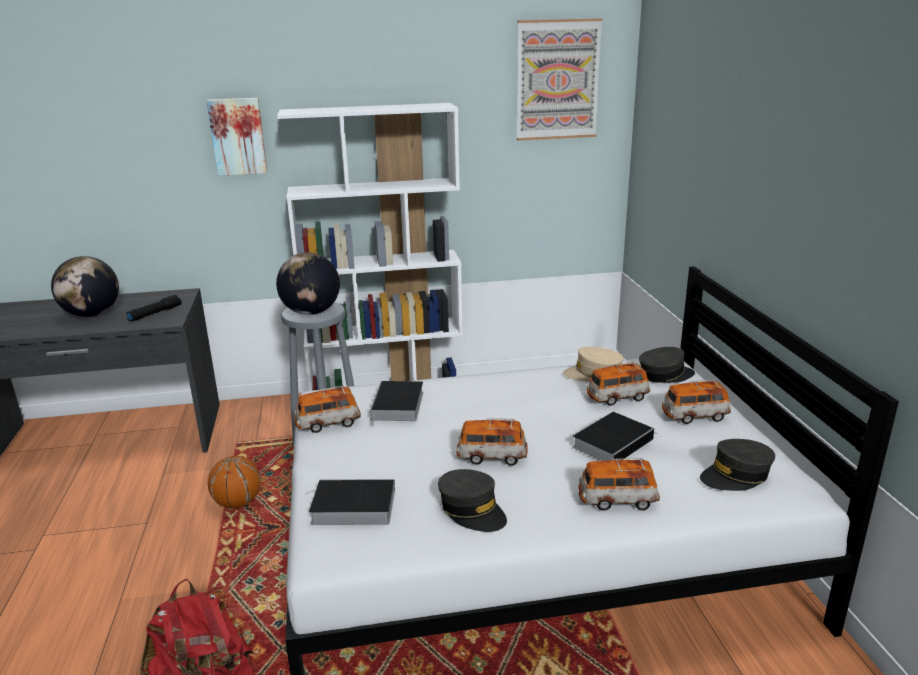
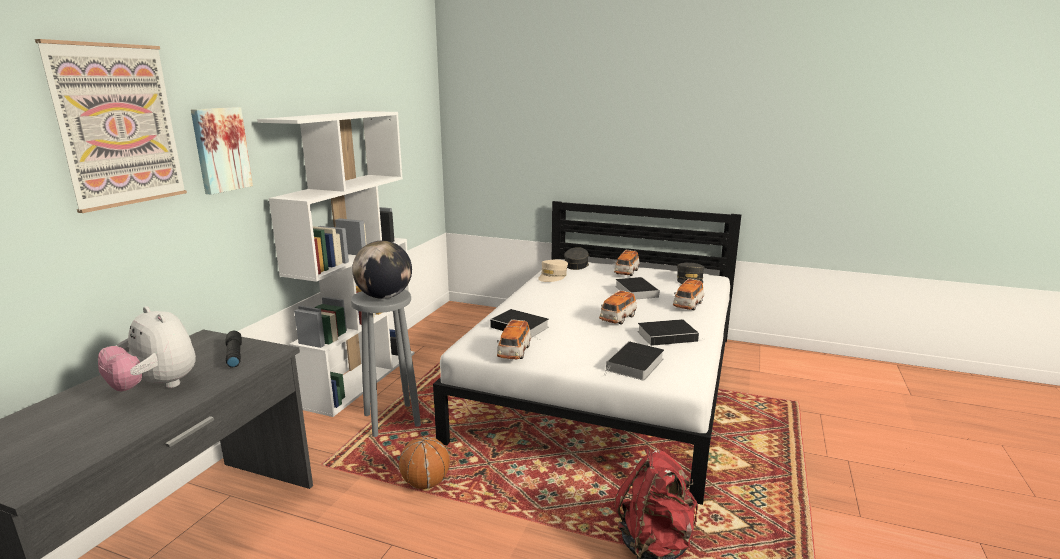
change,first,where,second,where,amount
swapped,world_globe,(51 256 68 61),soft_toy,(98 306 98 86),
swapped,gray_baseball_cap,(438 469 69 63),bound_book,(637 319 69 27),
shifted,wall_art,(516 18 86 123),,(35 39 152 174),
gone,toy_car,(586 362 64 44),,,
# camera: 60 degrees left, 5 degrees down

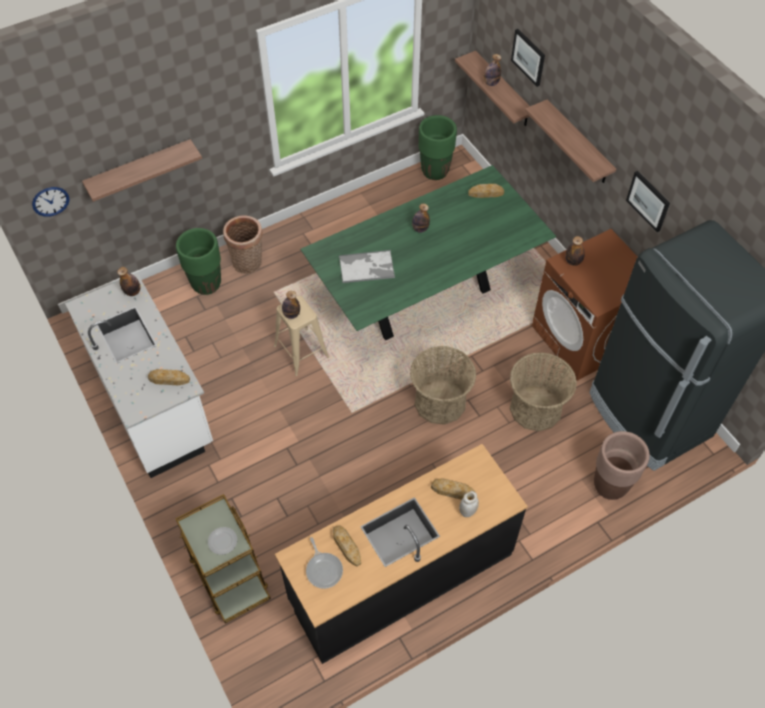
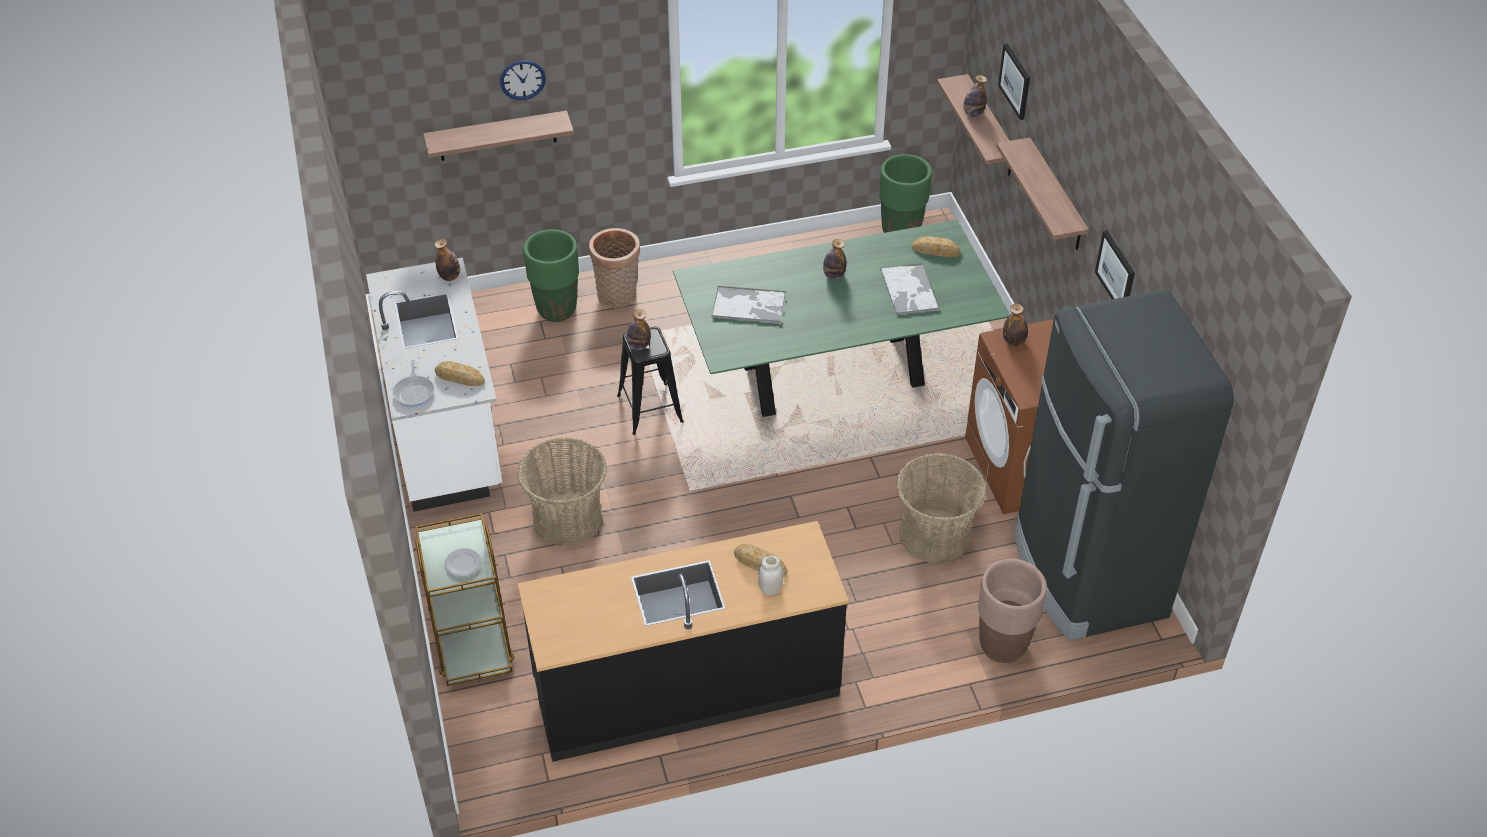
change,first,where,second,where,amount
shifted,hanging_clock,(32 187 38 30),,(500 60 46 40),
repainted,beige_stool_seat,(274 295 55 81),blackish_stool_seat,(617 327 67 108),
shifted,skillet,(306 537 37 52),,(393 360 41 47),
gone,baked_bread,(333 525 28 42),,,
shifted,basket,(410 346 66 79),,(517 437 90 109),
new,,,serving_tray,(880 263 60 52),
# camera: 15 degrees right, 10 degrees down

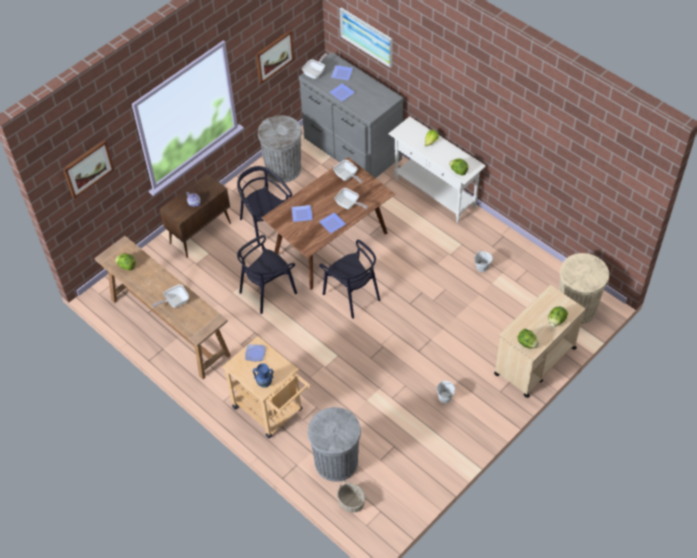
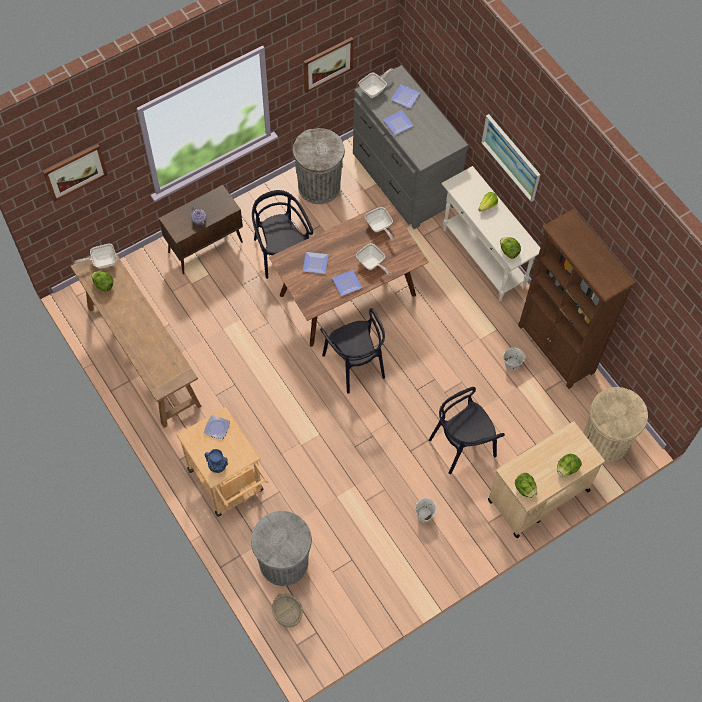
change,first,where,second,where,amount
shifted,skillet,(152 285 37 23),,(74 243 43 25),
shifted,blackish_chair,(237 235 60 79),,(429 387 76 87),
shifted,wall_art,(339 7 53 61),,(481 114 59 88),
new,,,brown-coloured_bookshelf,(518 209 118 180),
# camera: 10 degrees right, 10 degrees up

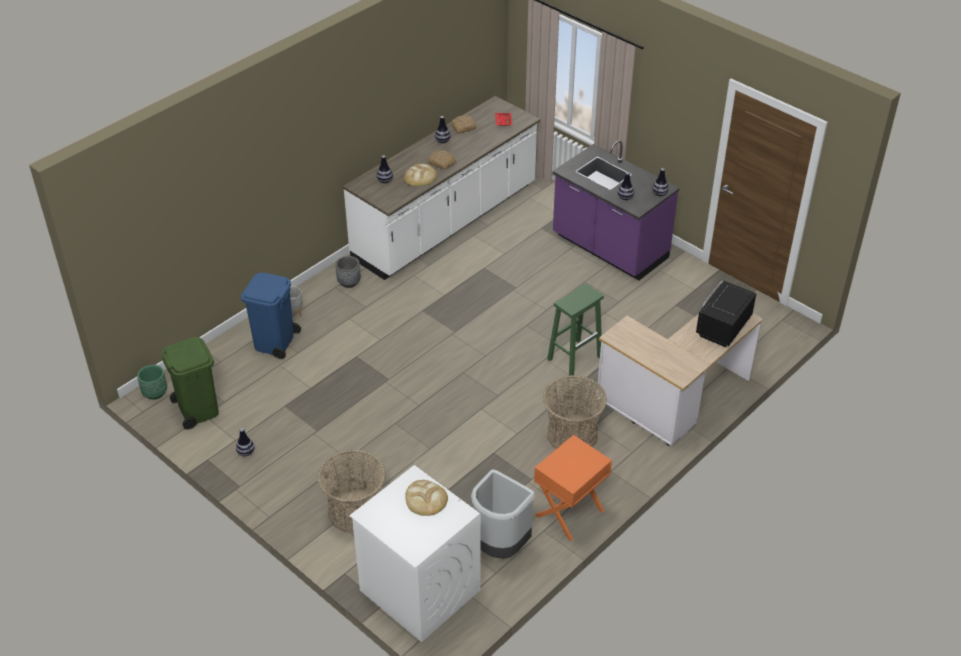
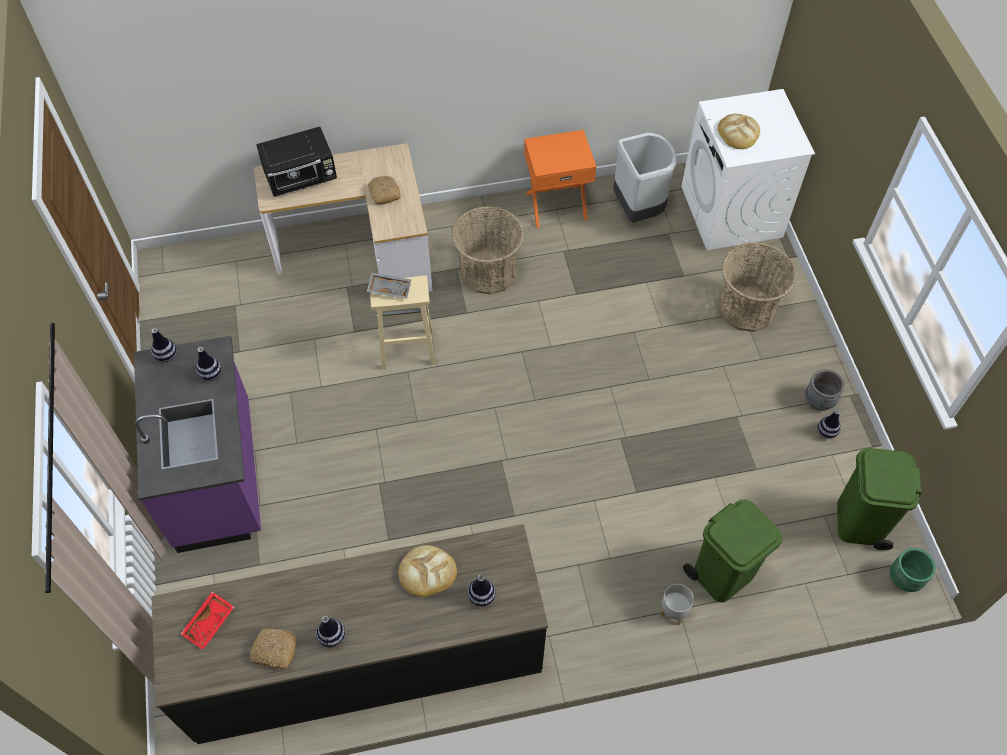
change,first,where,second,where,amount
repainted,bluish_rubbish_bin,(241 273 60 86),green-coloured_rubbish_bin,(683 500 99 103),
shifted,gray_flower_pot,(335 256 26 32),,(805 369 40 41),
repainted,whitish_kitchen_base_unit,(343 96 198 184),blackish_kitchen_base_unit,(151 524 397 220),
shifted,baked_bread,(428 150 28 20),,(368 176 32 29),
repainted,green-coloured_stool_seat,(547 283 57 92),beige_stool_seat,(370 275 66 95),
new,,,gray_serving_tray,(367 272 44 27),
# camera: 145 degrees left, 15 degrees up

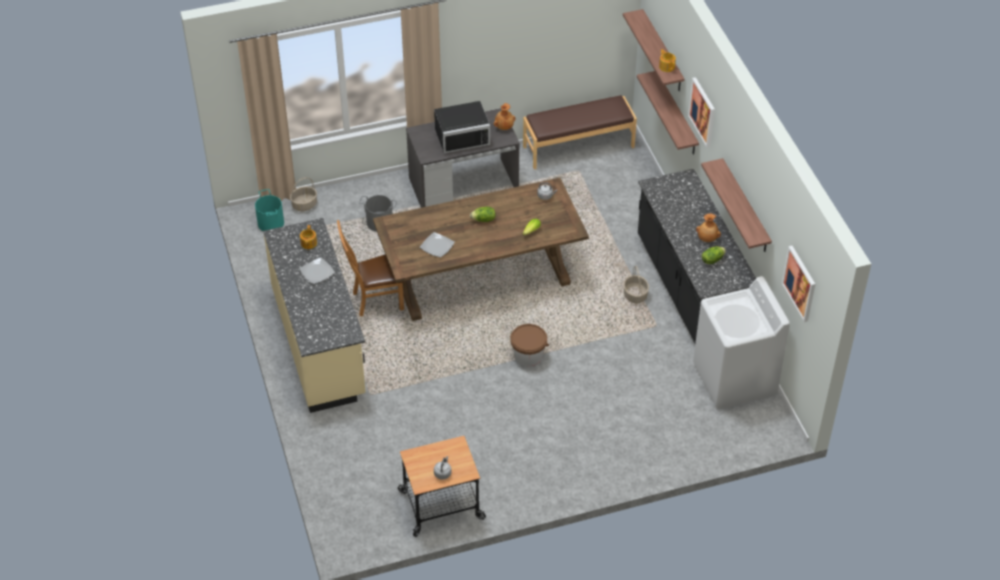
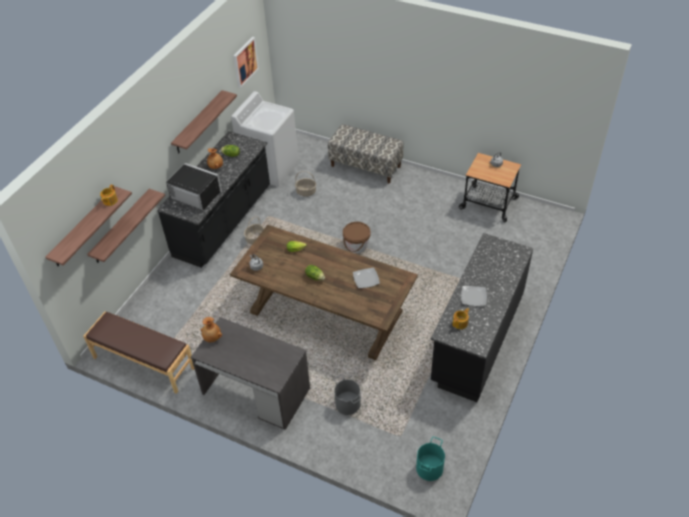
change,first,where,second,where,amount
repainted,beige_kitchen_base_unit,(263 218 103 195),blackish_kitchen_base_unit,(431 233 103 169),
shifted,basket,(290 177 27 34),,(295 171 21 26),
gone,brown-coloured_chair,(337 220 67 97),,,
shifted,blackish_microwave,(434 101 56 52),,(166 163 56 52),
gone,wall_art,(688 77 27 71),,,
new,,,bench,(328 124 76 59),
# camera: 135 degrees left, 0 degrees up

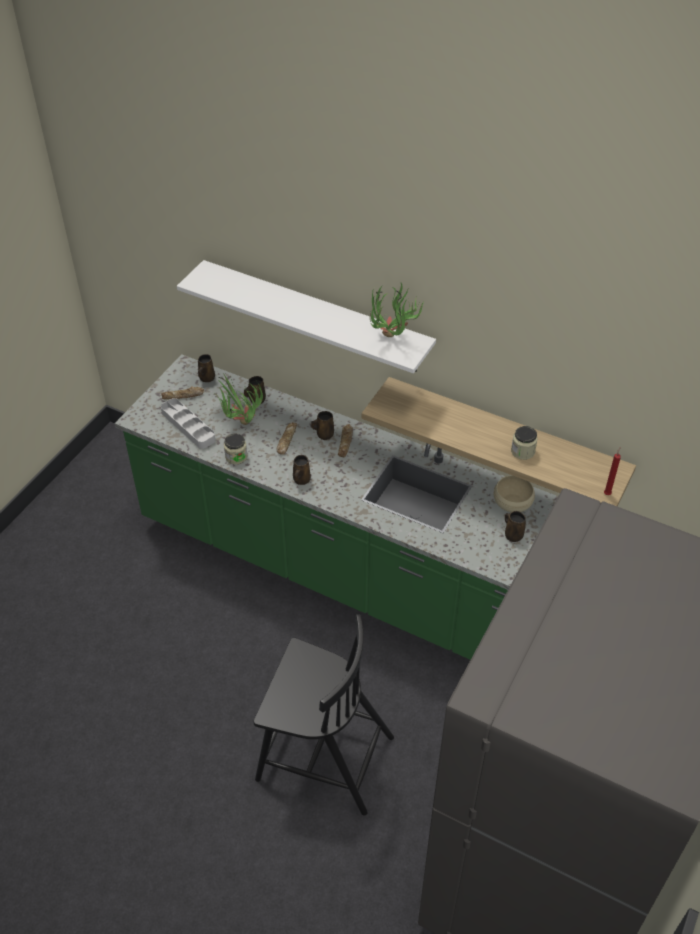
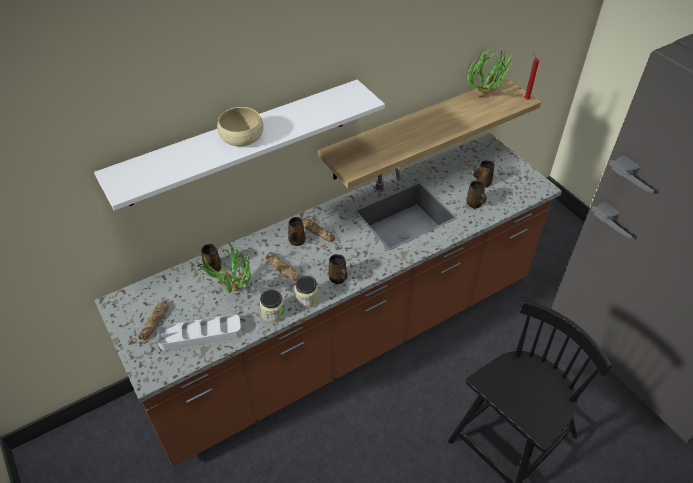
change,first,where,second,where,amount
repainted,green-coloured_kitchen_base_unit,(115 354 443 306),brown-coloured_kitchen_base_unit,(94 133 468 334),
shifted,brown-coloured_mug,(198 354 17 28),,(466 181 20 27),
shifted,houseplant,(370 283 55 54),,(467 45 49 52),
shifted,beige_deep_dish,(494 475 41 37),,(217 107 47 39),
shifted,preserve_jar,(511 426 27 34),,(294 276 25 32),
# camera: 60 degrees left, 0 degrees up

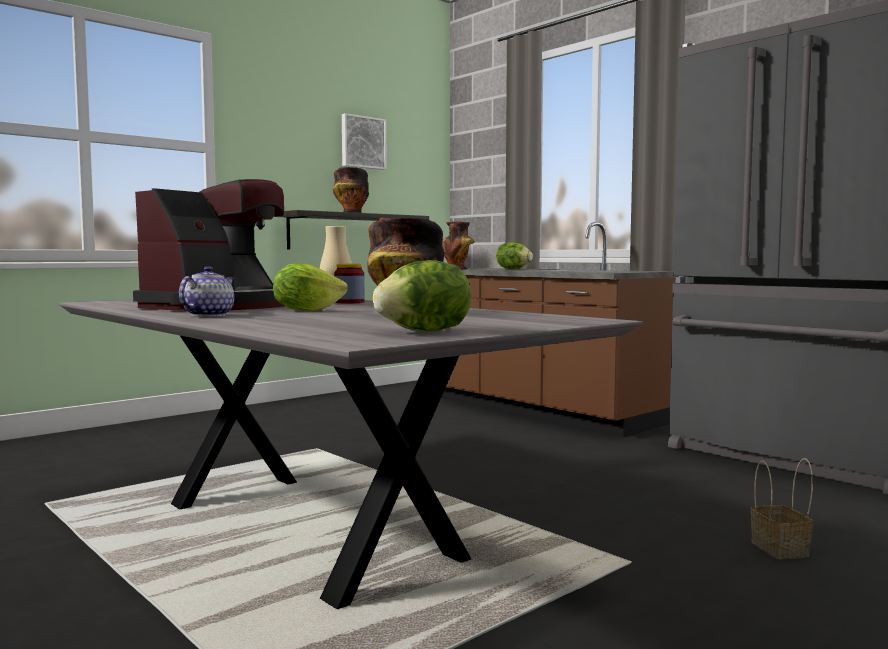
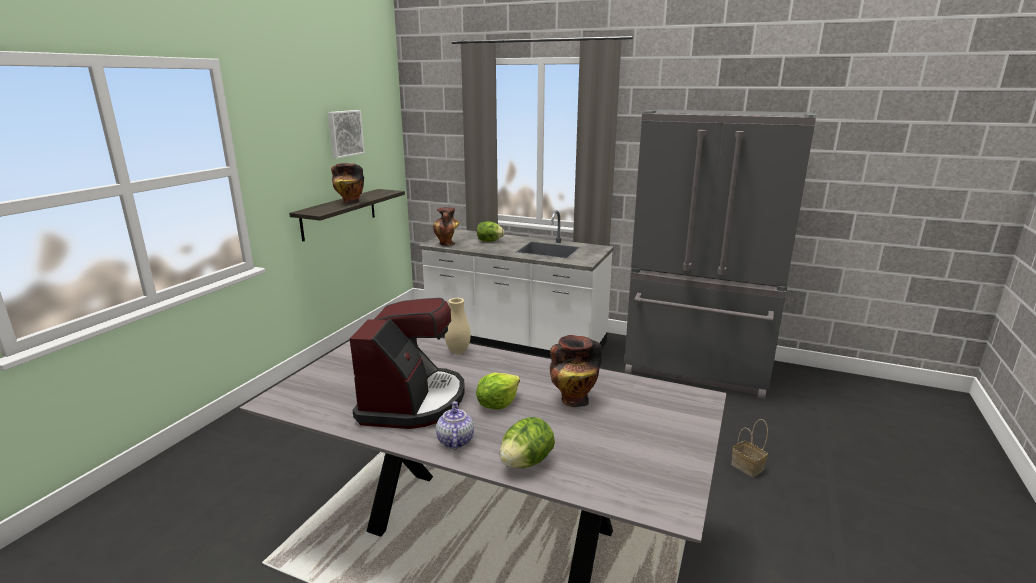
change,first,where,second,where,amount
gone,preserve_jar,(334 264 31 39),,,
shifted,lettuce_head,(373 260 98 72),,(500 417 55 51),
repainted,brown-coloured_kitchen_base_unit,(441 222 238 215),whitish_kitchen_base_unit,(418 211 196 146),
# camera: 25 degrees left, 15 degrees up

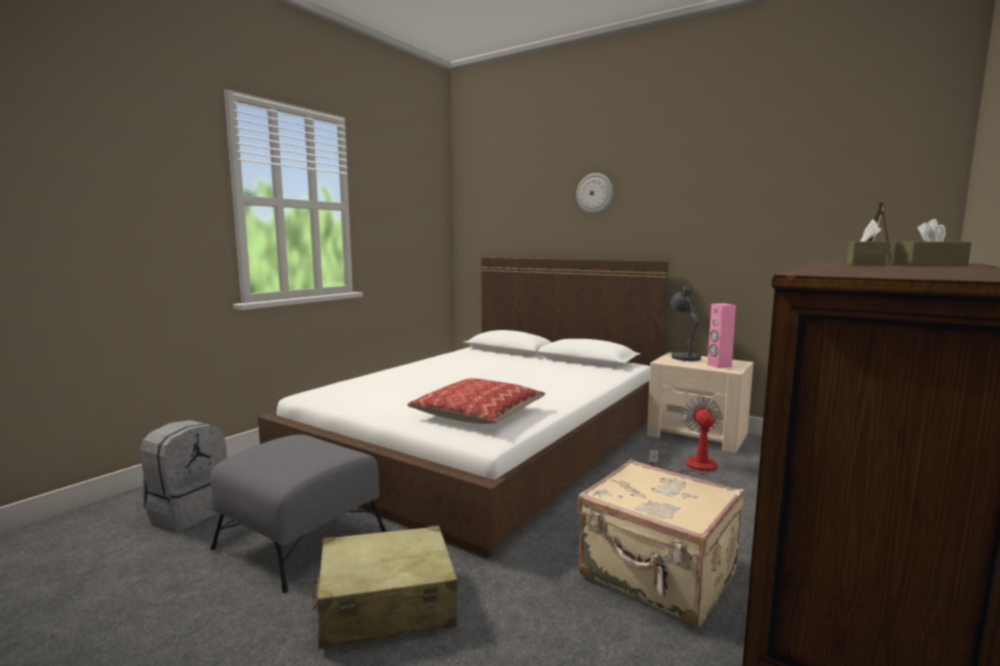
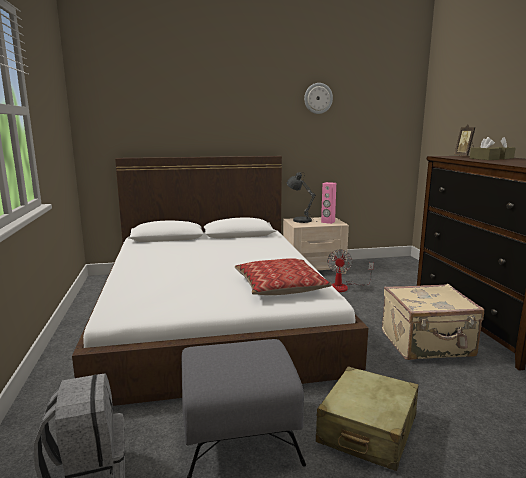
change,first,where,second,where,amount
shifted,hanging_clock,(576 173 37 41),,(304 83 29 31),
rotated,cooling_fan,(649 396 72 81),,(327 249 47 43),135 degrees counterclockwise
# camera: 45 degrees left, 5 degrees up

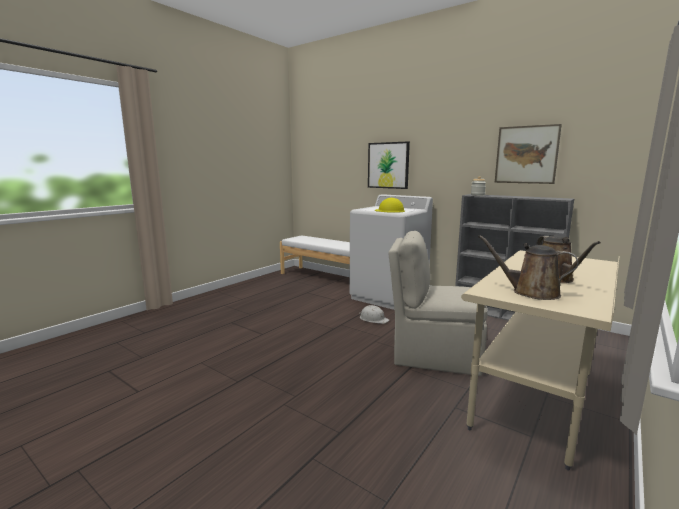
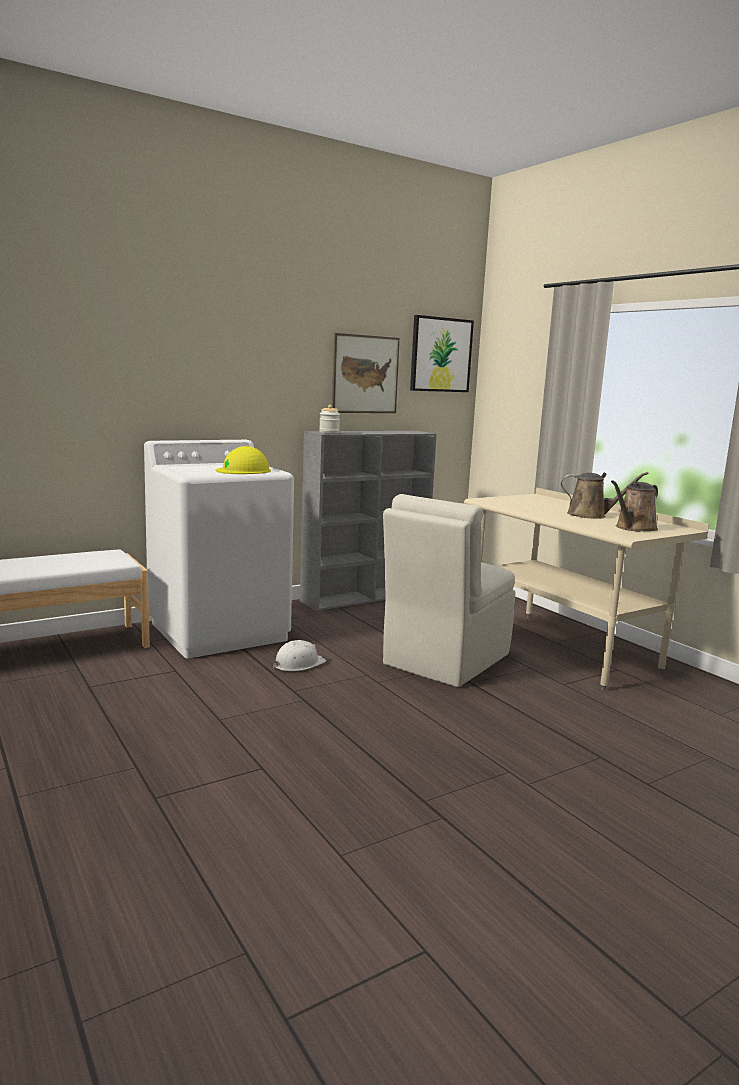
change,first,where,second,where,amount
shifted,wall_art,(368 141 42 48),,(410 315 64 77),
# camera: 70 degrees left, 0 degrees up

